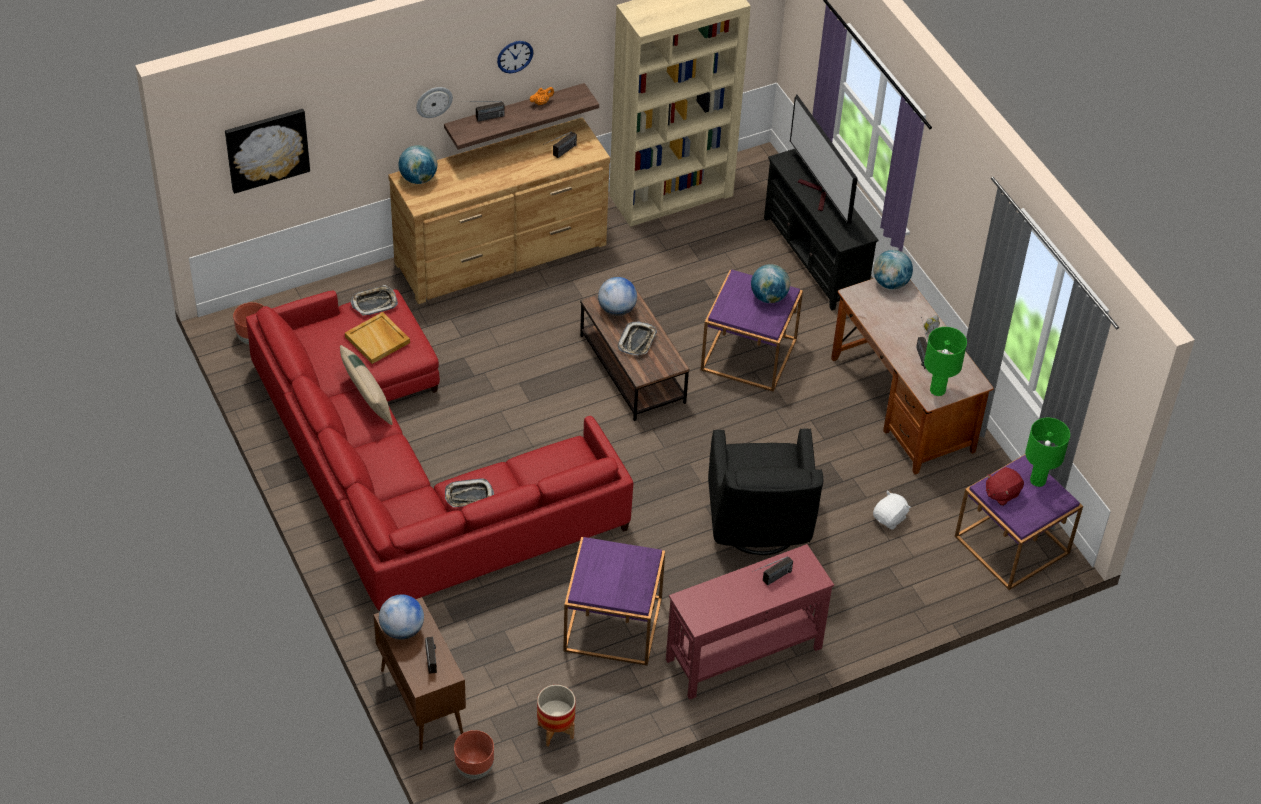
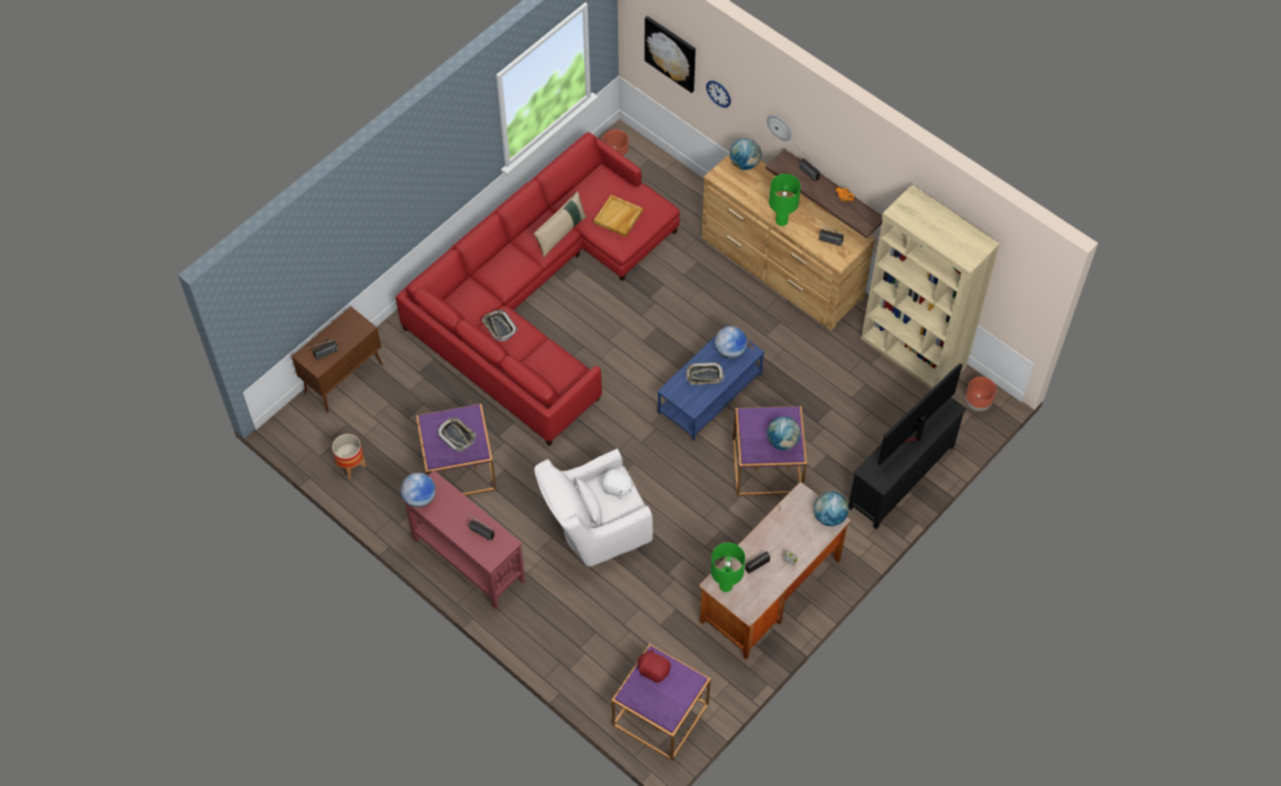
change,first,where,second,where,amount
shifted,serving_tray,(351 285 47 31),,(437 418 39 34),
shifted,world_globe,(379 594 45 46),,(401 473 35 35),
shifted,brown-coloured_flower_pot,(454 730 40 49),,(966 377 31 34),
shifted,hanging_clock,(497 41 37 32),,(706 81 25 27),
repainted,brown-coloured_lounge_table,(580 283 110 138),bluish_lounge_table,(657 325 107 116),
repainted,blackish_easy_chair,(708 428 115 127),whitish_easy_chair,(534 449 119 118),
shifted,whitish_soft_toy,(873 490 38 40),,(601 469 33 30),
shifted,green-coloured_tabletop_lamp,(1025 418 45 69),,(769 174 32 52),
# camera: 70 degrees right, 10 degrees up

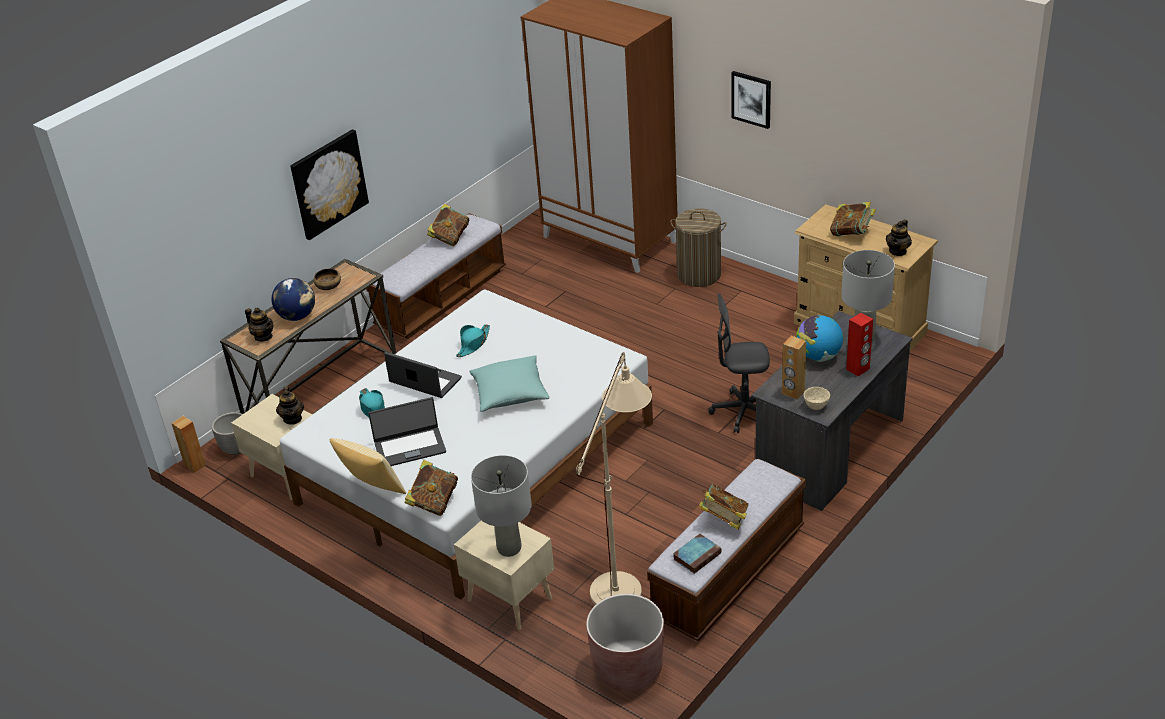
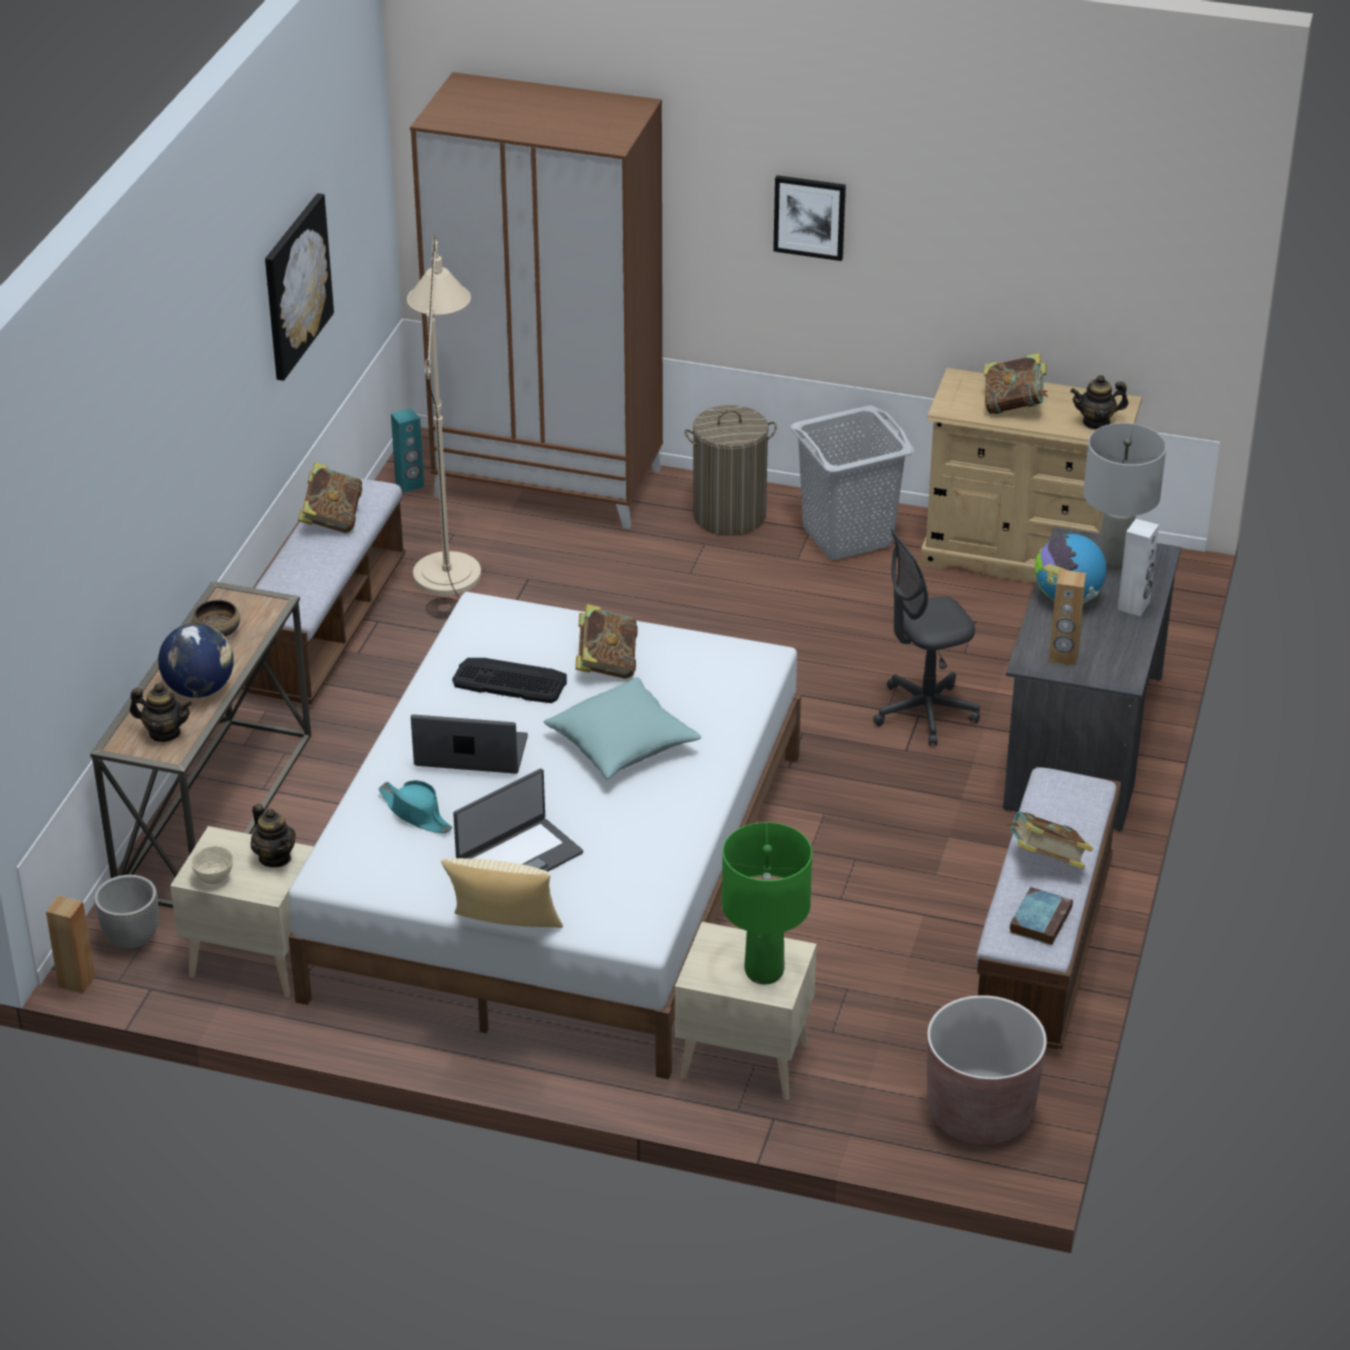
change,first,where,second,where,amount
shifted,wall_art,(290 129 79 111),,(265 193 69 188),
shifted,bound_book,(405 460 53 56),,(575 604 63 75),
swapped,turquoise-coloured_clothing_hat,(456 324 34 33),keyboard,(452 658 115 45),
repainted,gray_tabletop_lamp,(471 455 61 102),green-coloured_tabletop_lamp,(722 822 90 163),
shifted,beige_standard_lamp,(576 352 76 253),,(407 235 74 384),
shifted,beige_deep_dish,(804 387 26 23),,(191 846 43 38),
repainted,red-coloured_loudspeaker,(846 313 27 63),whitish_loudspeaker,(1118 519 41 97),
rotated,tea_pot,(886 220 26 36),,(1070 375 58 54),75 degrees clockwise
new,,,turquoise-coloured_loudspeaker,(391 408 33 85),
new,,,gray_hamper,(791 405 123 155),
# camera: 25 degrees left, 0 degrees up

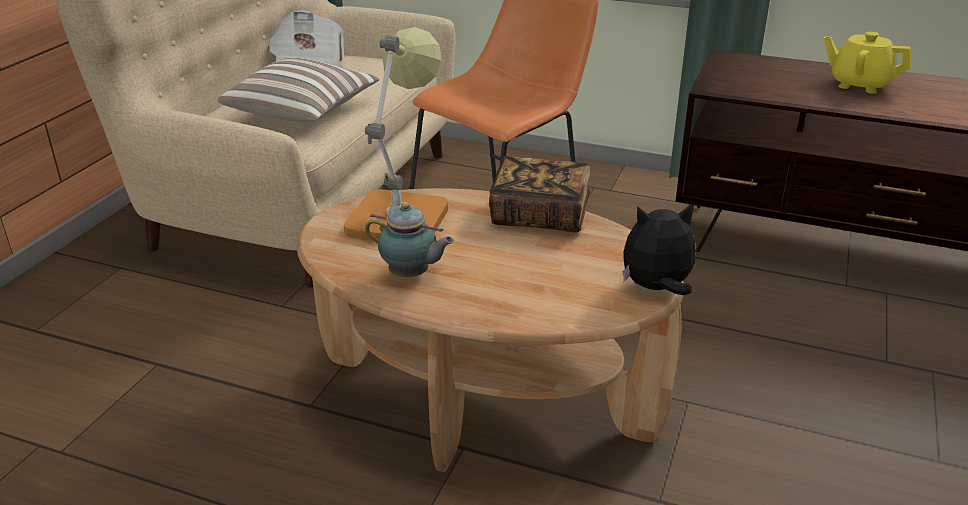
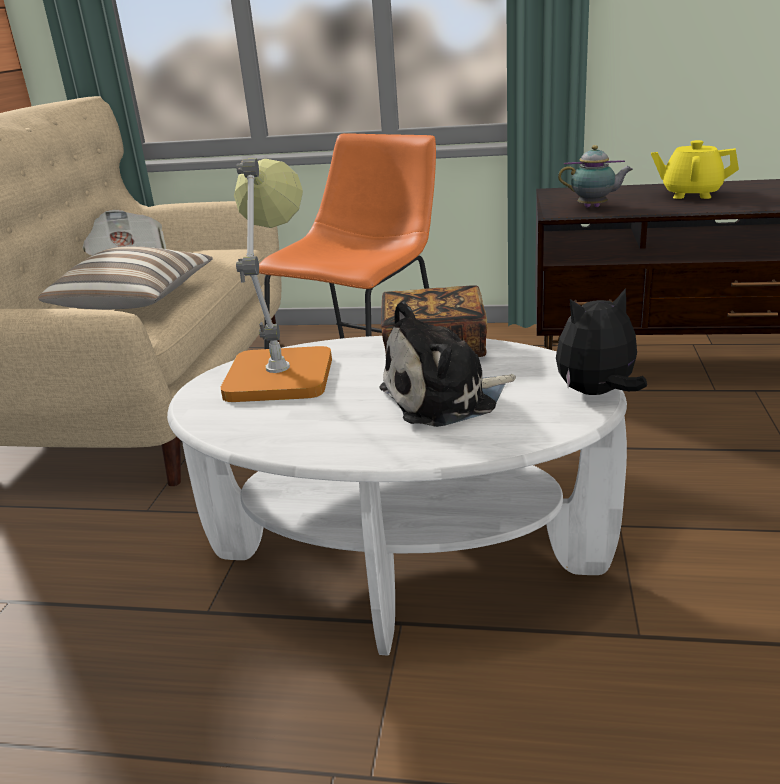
change,first,where,second,where,amount
repainted,brown-coloured_lounge_table,(297 188 386 284),whitish_lounge_table,(167 336 460 320),
shifted,tea_pot,(365 202 89 75),,(558 145 75 63),
new,,,soft_toy,(379 302 137 125),
# camera: 10 degrees left, 5 degrees down

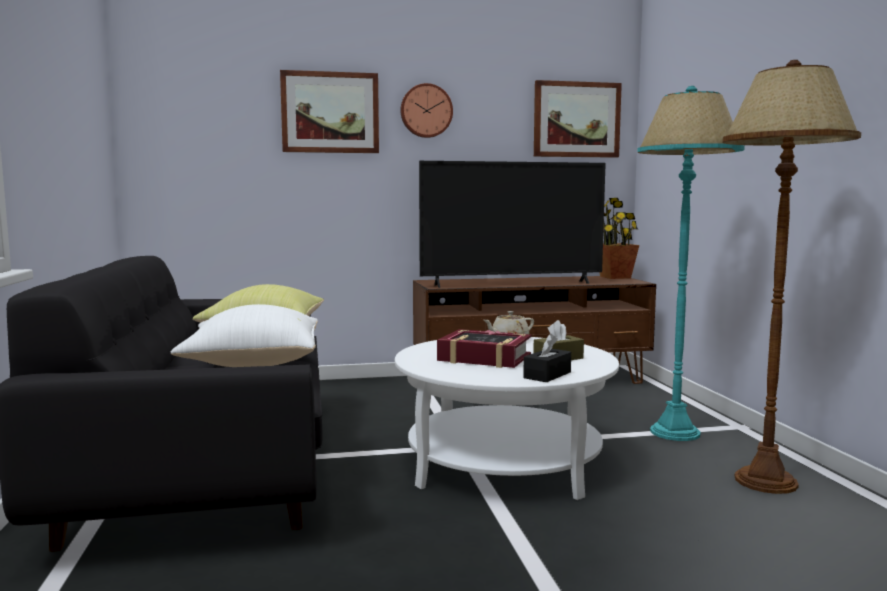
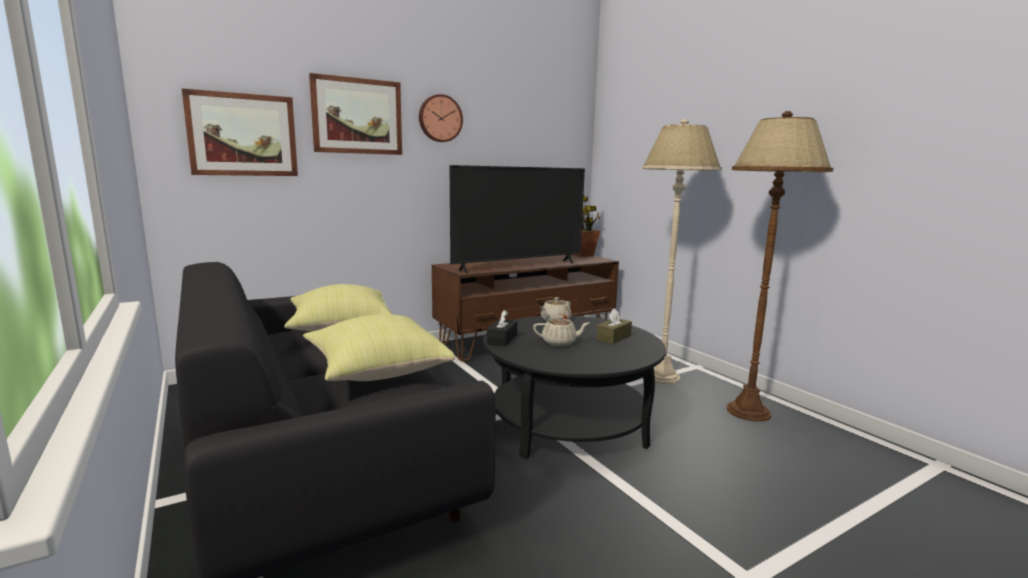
change,first,where,second,where,amount
repainted,whitish_cushion,(171 304 147 63),yellow-coloured_cushion,(303 314 152 67),
repainted,whitish_lounge_table,(395 337 224 163),blackish_lounge_table,(483 316 183 143),
swapped,bound_book,(437 329 94 39),beige_tea_pot,(533 316 56 30),
shifted,blackish_tissue_holder,(523 333 48 49),,(487 309 30 37),
shifted,wall_art,(534 80 88 78),,(182 88 116 88),
repainted,turquoise-coloured_standard_lamp,(637 86 108 355),beige_standard_lamp,(642 119 80 265),
# camera: 20 degrees left, 5 degrees up

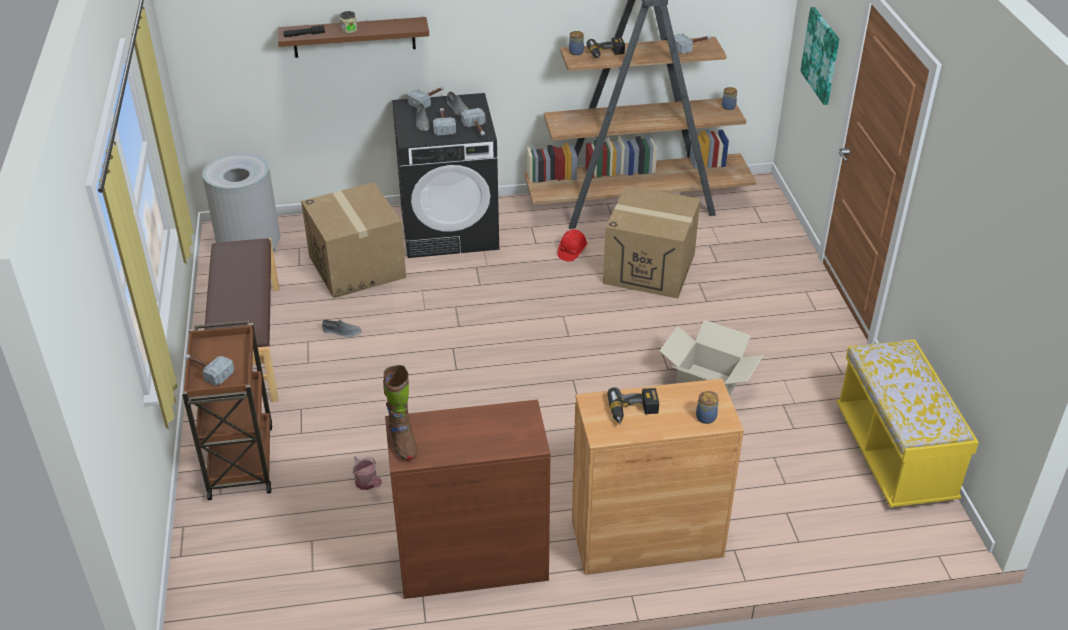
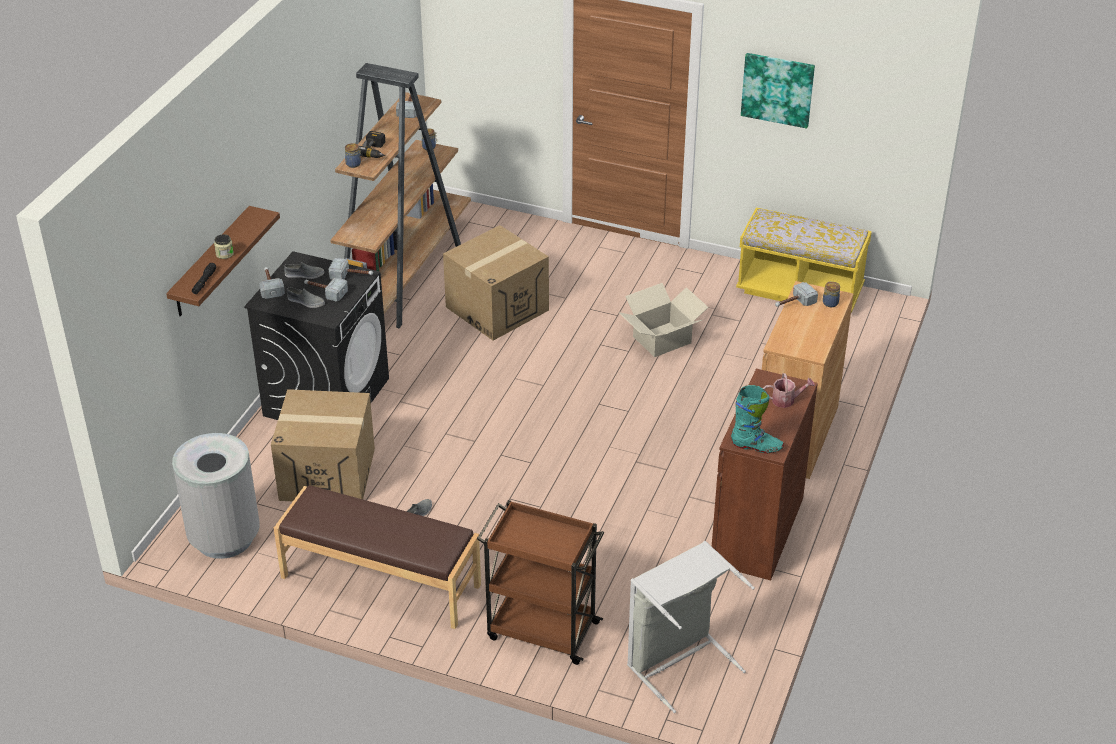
change,first,where,second,where,amount
shifted,hammer,(185 354 49 31),,(775 282 43 25),
shifted,watering_can,(353 455 29 35),,(763 373 52 35),
repainted,brown-coloured_high-top_boot,(383 365 35 95),turquoise-coloured_high-top_boot,(731 385 53 68),
gone,red-coloured_work_helmet,(557 229 30 33),,,
gone,drill,(607 387 52 37),,,
shifted,wall_art,(800 7 39 98),,(741 53 74 75),
new,,,gray_hamper,(627 541 128 172),
# camera: 60 degrees left, 0 degrees up

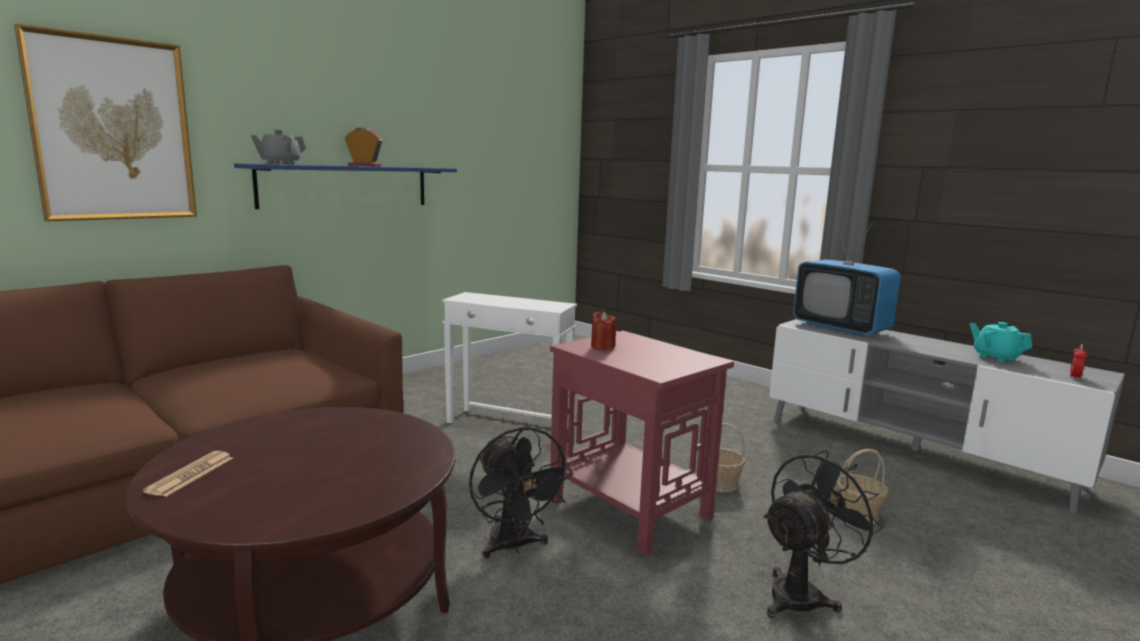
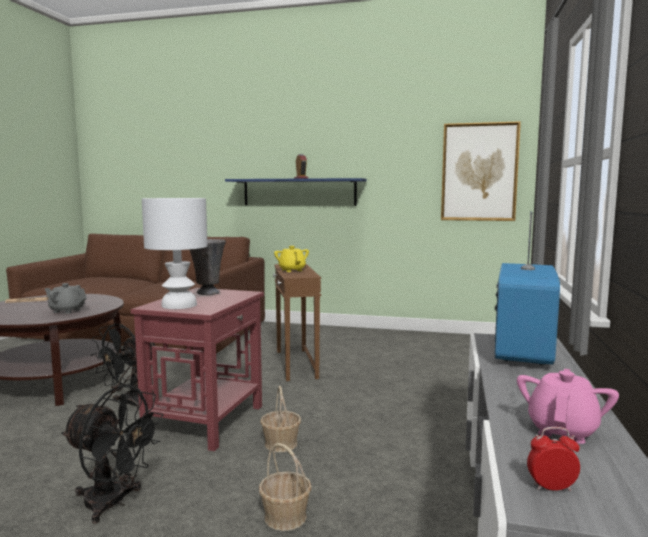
change,first,where,second,where,amount
shifted,wall_art,(14 23 183 199),,(441 121 80 100),
shifted,gray_tea_pot,(251 130 55 35),,(45 283 42 31),
repainted,whitish_accent_table,(442 292 135 137),brown-coloured_accent_table,(273 264 48 117),
swapped,red-coloured_candle,(591 312 26 38),gray_vase,(190 239 36 56),
repainted,turquoise-coloured_tea_pot,(970 322 62 41),pink-coloured_tea_pot,(517 369 102 75),
new,,,whitish_tabletop_lamp,(142 198 66 111),
new,,,yellow-coloured_tea_pot,(274 246 35 26),
# camera: 60 degrees right, 5 degrees down

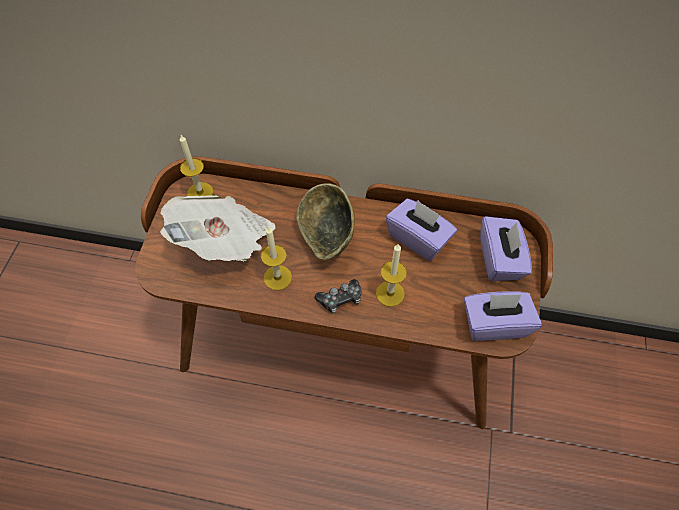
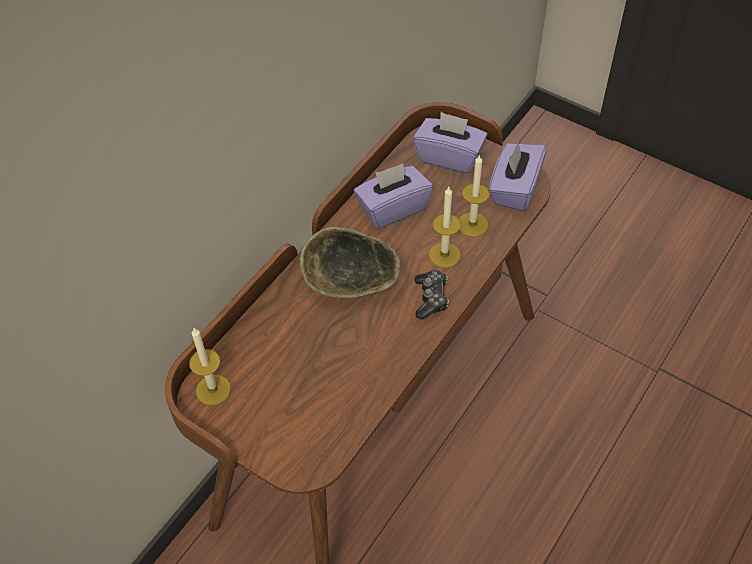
change,first,where,second,where,amount
gone,newspaper,(160 195 116 66),,,
shifted,candle,(261 226 31 64),,(459 154 30 83),
# camera: 65 degrees left, 5 degrees down

